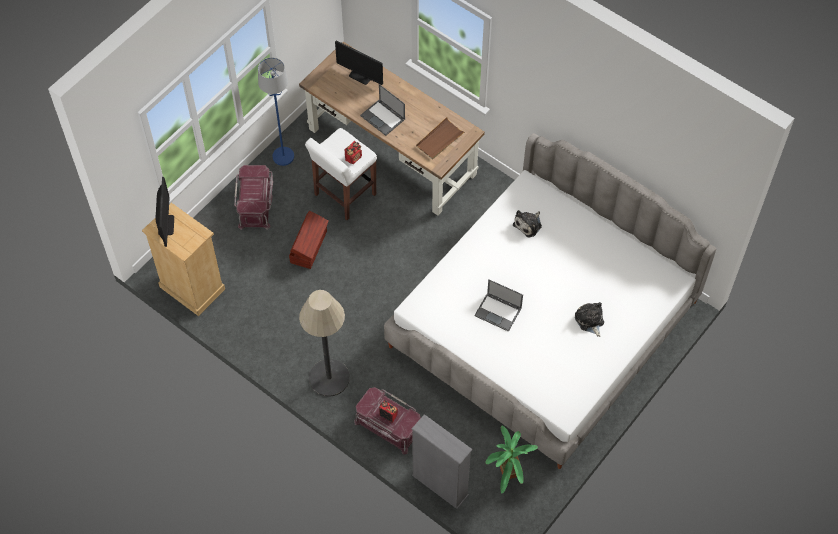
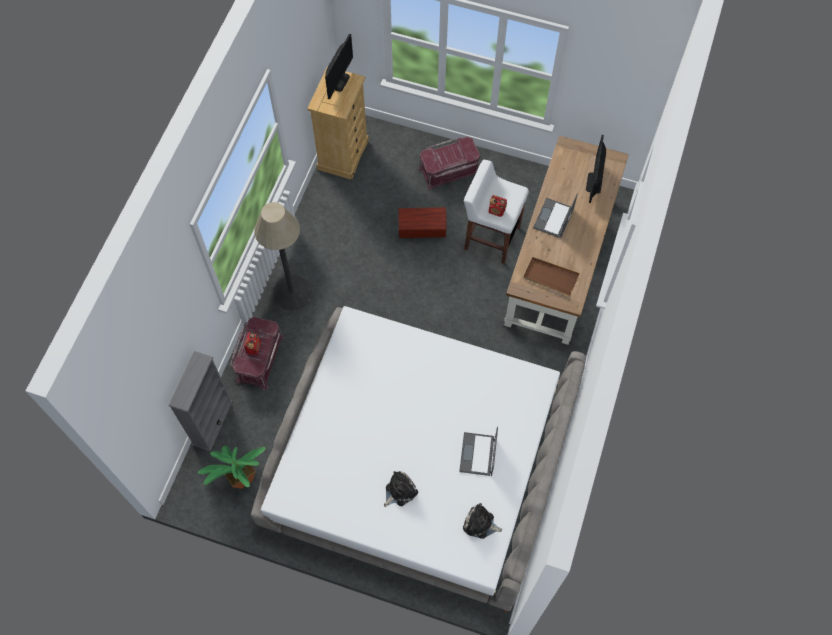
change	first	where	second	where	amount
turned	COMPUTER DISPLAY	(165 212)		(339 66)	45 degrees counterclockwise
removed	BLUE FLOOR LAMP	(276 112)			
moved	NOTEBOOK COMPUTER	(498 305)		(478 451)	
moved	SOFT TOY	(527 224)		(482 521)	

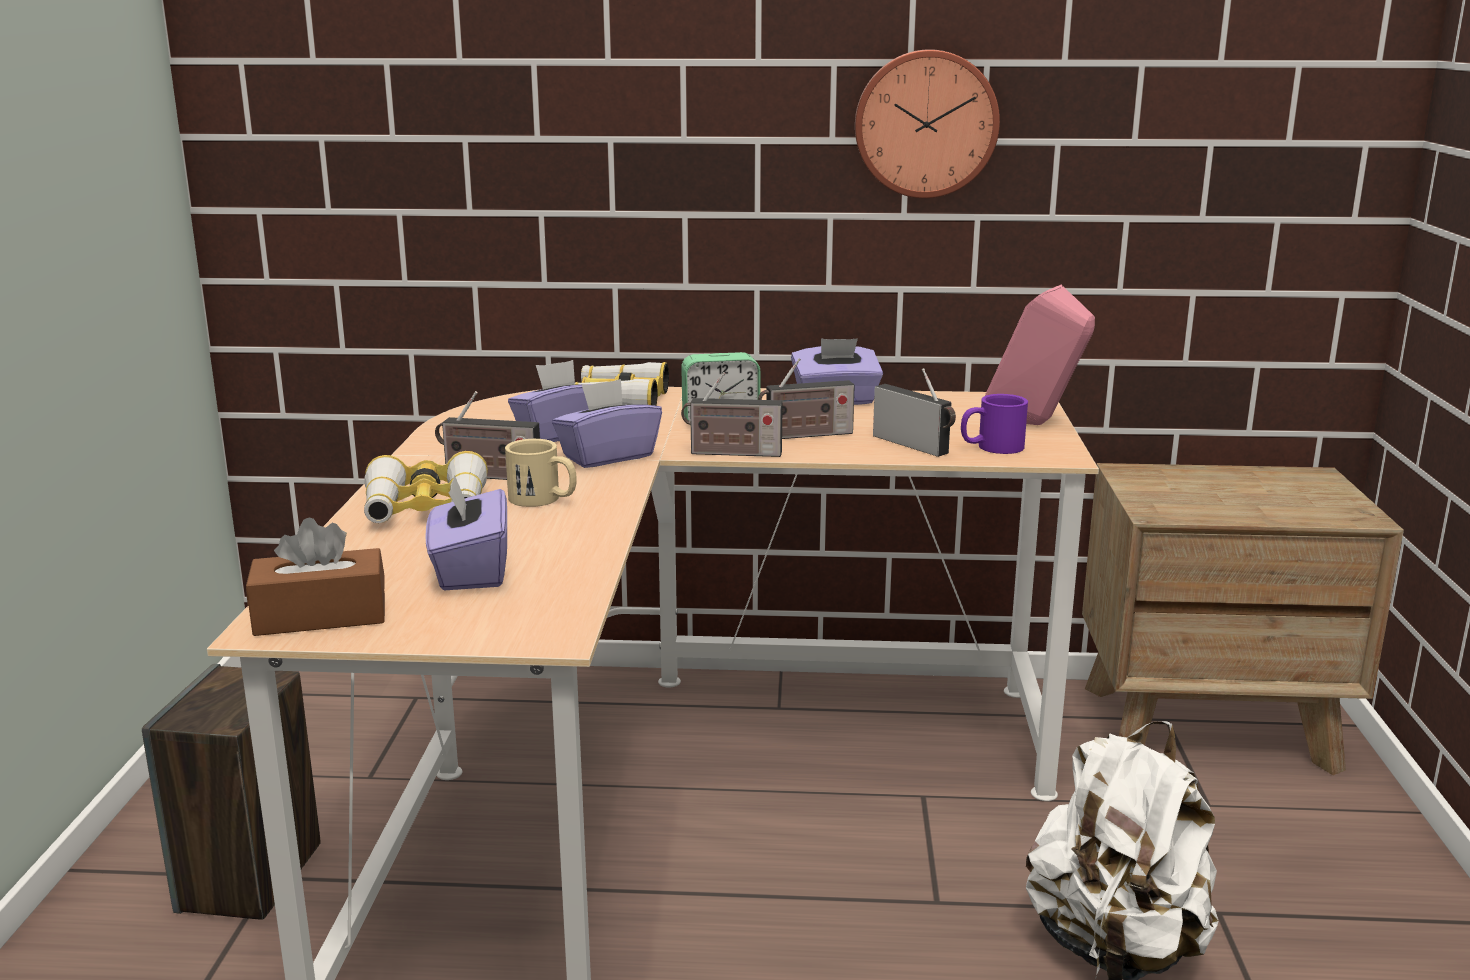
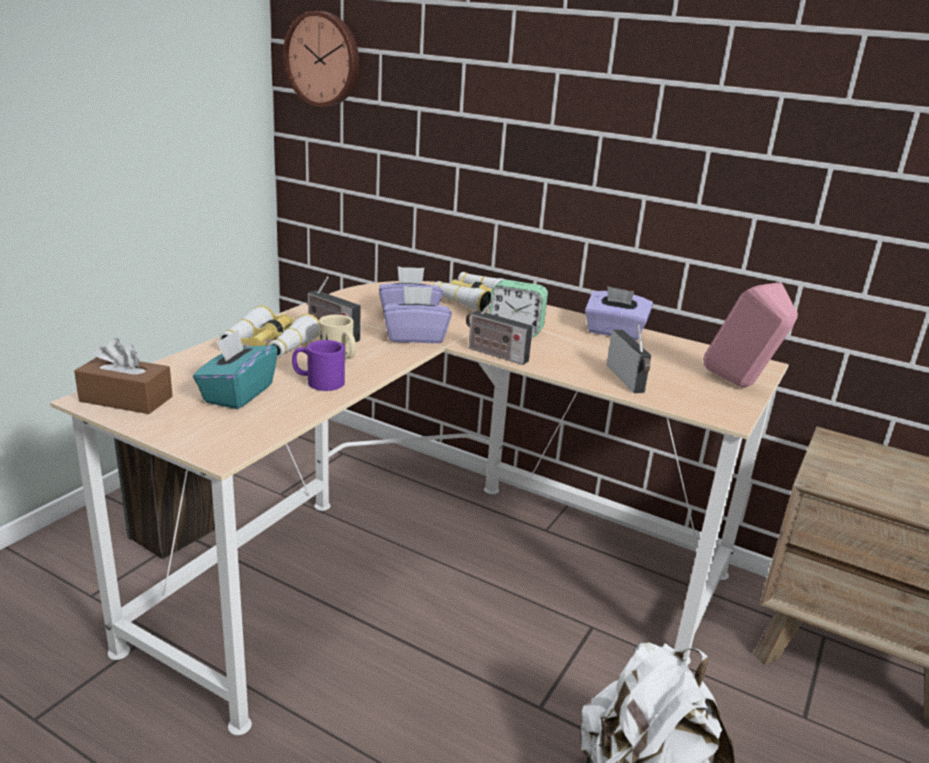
change	first	where	second	where	amount
recoloured	PURPLISH TISSUE HOLDER	(466 532)	TURQUOISE TISSUE HOLDER	(235 369)	
removed	RADIO SET	(806 398)			
moved	CLOCK ON THE WALL	(927 123)		(321 59)	
moved	PURPLISH COFFEE MUG	(994 424)		(318 365)	

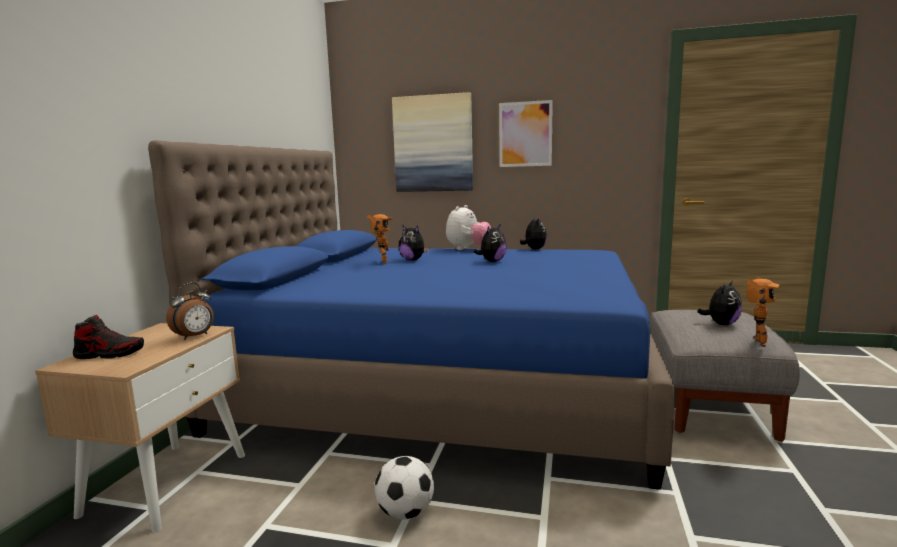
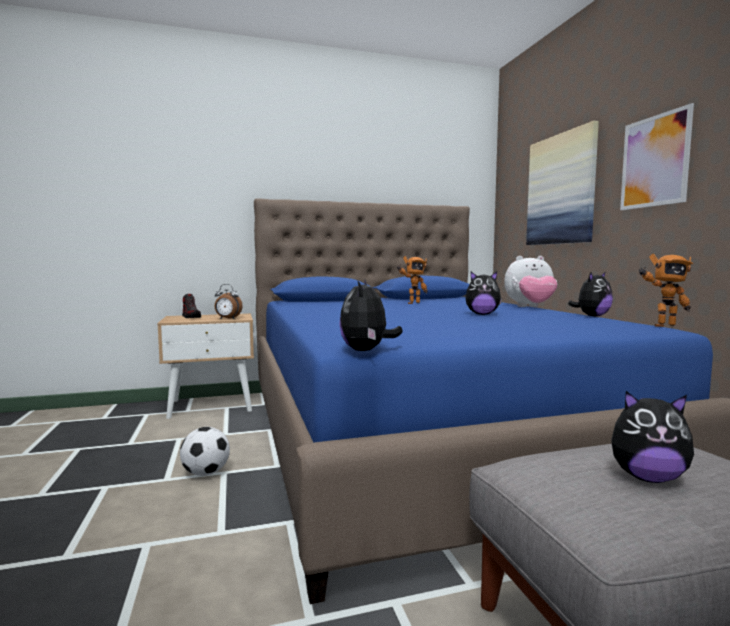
change	first	where	second	where	amount
moved	SOFT TOY	(414 242)		(371 314)	
moved	TOY ROBOT	(763 311)		(666 290)	

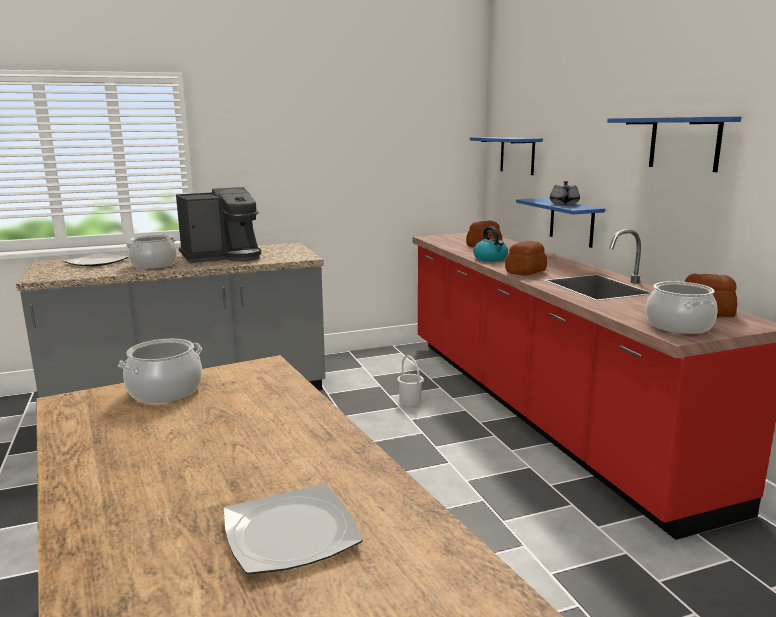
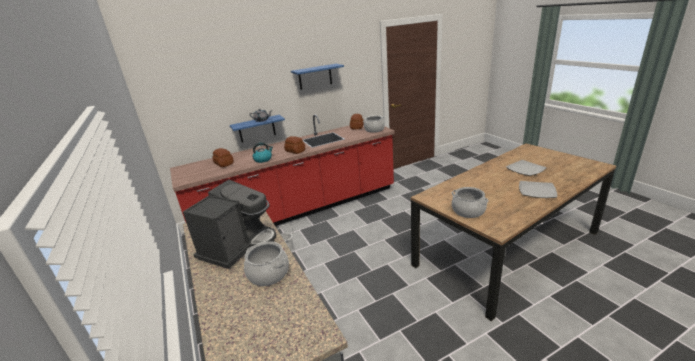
change	first	where	second	where	amount
moved	PLATE	(95 259)		(538 189)	
turned	COFFEE MACHINE	(218 225)		(229 224)	60 degrees clockwise
removed	BLUE WALL SHELF	(506 156)			

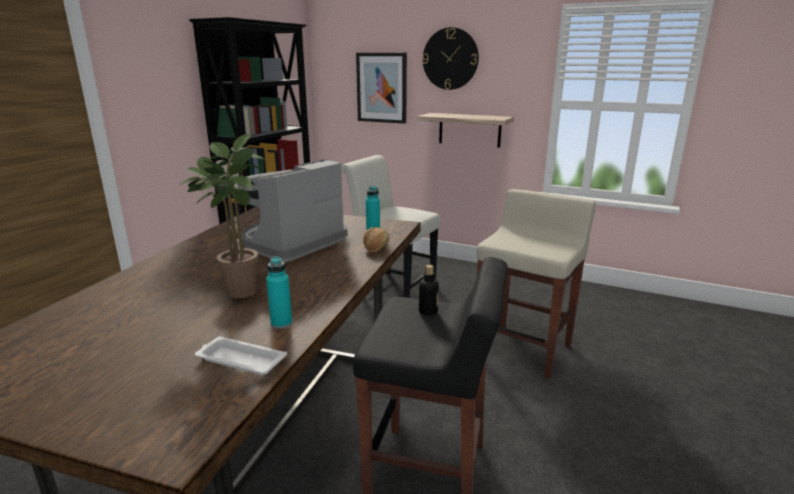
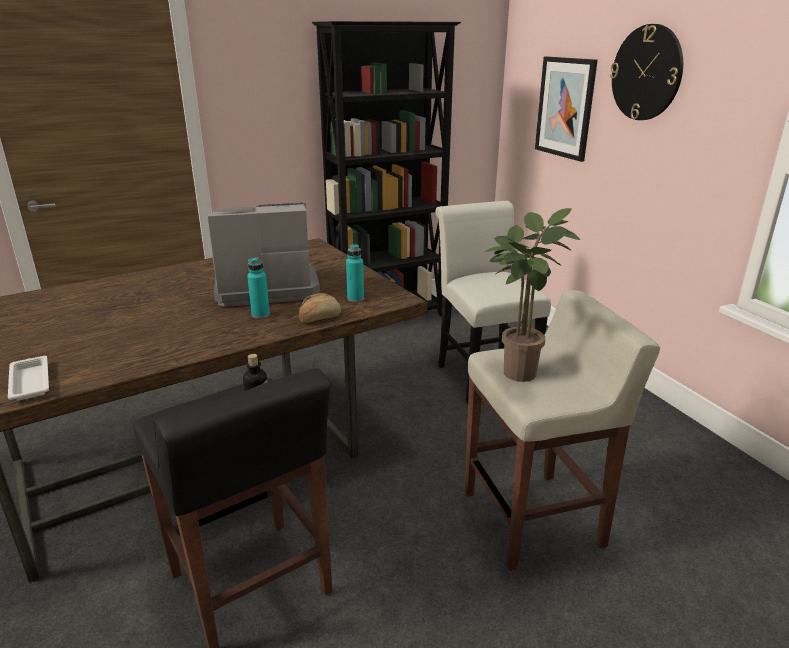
change	first	where	second	where	amount
moved	POTTED PLANT	(221 216)		(531 295)	
moved	TURQUOISE DRINK BOTTLE	(279 292)		(258 287)	
removed	WALL SHELF	(465 130)			

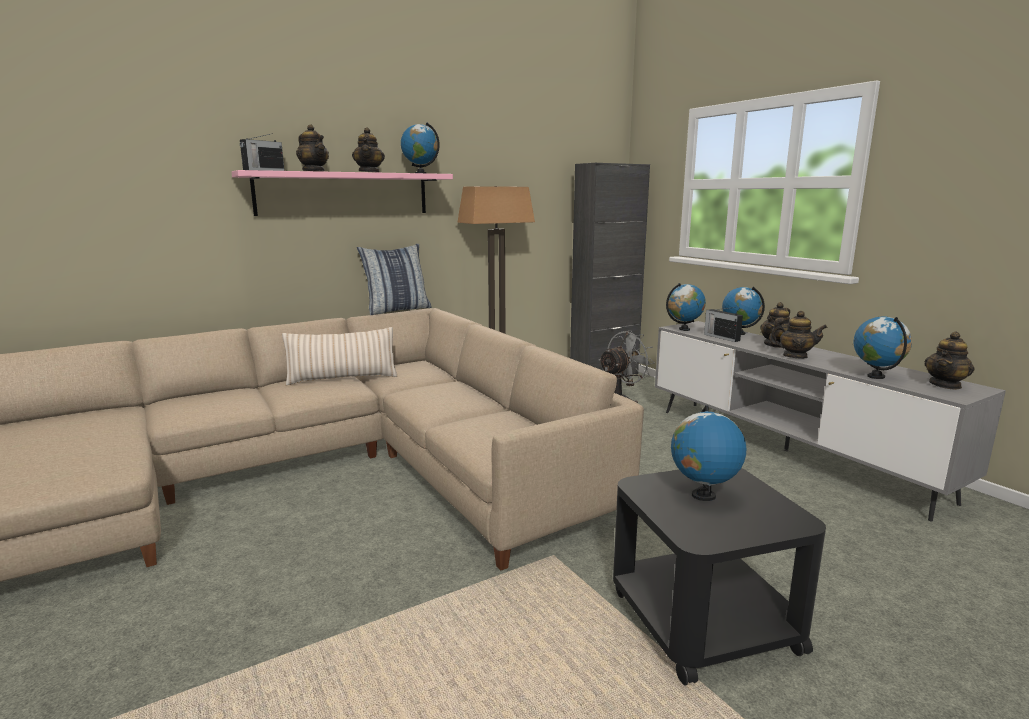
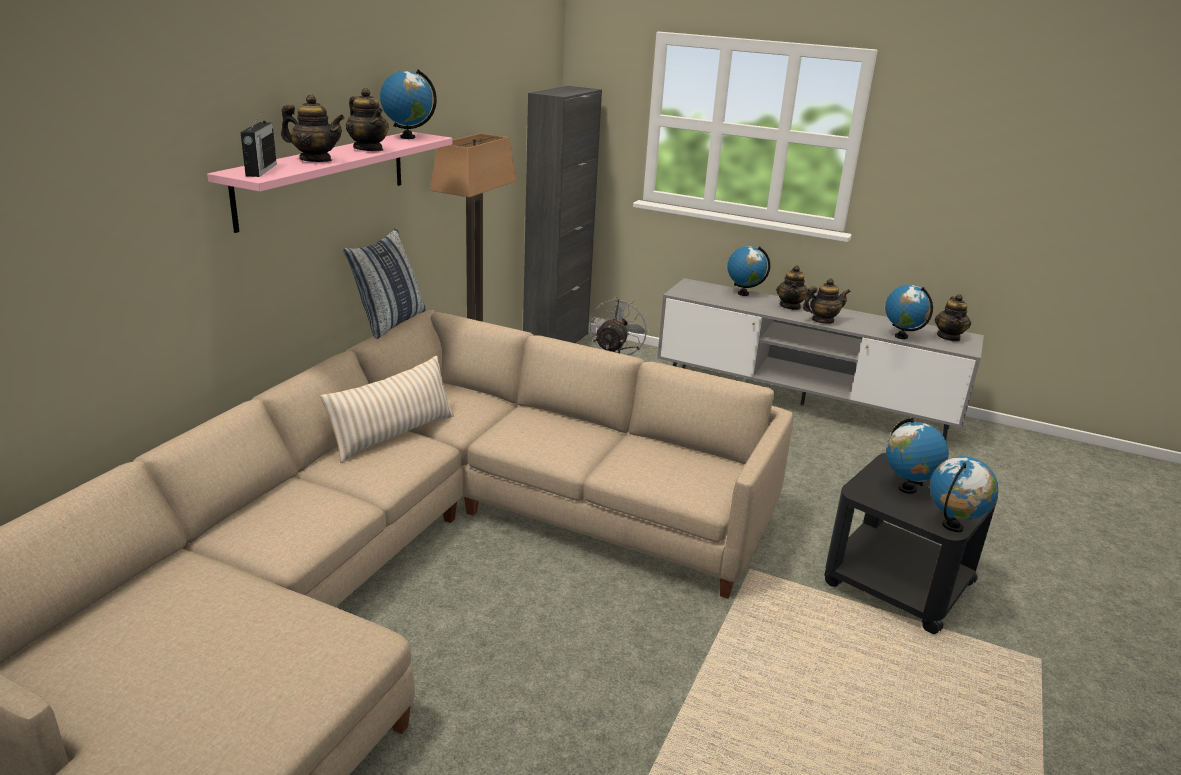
change	first	where	second	where	amount
moved	DESK GLOBE	(686 307)		(964 494)	
removed	RADIO SET	(723 324)			

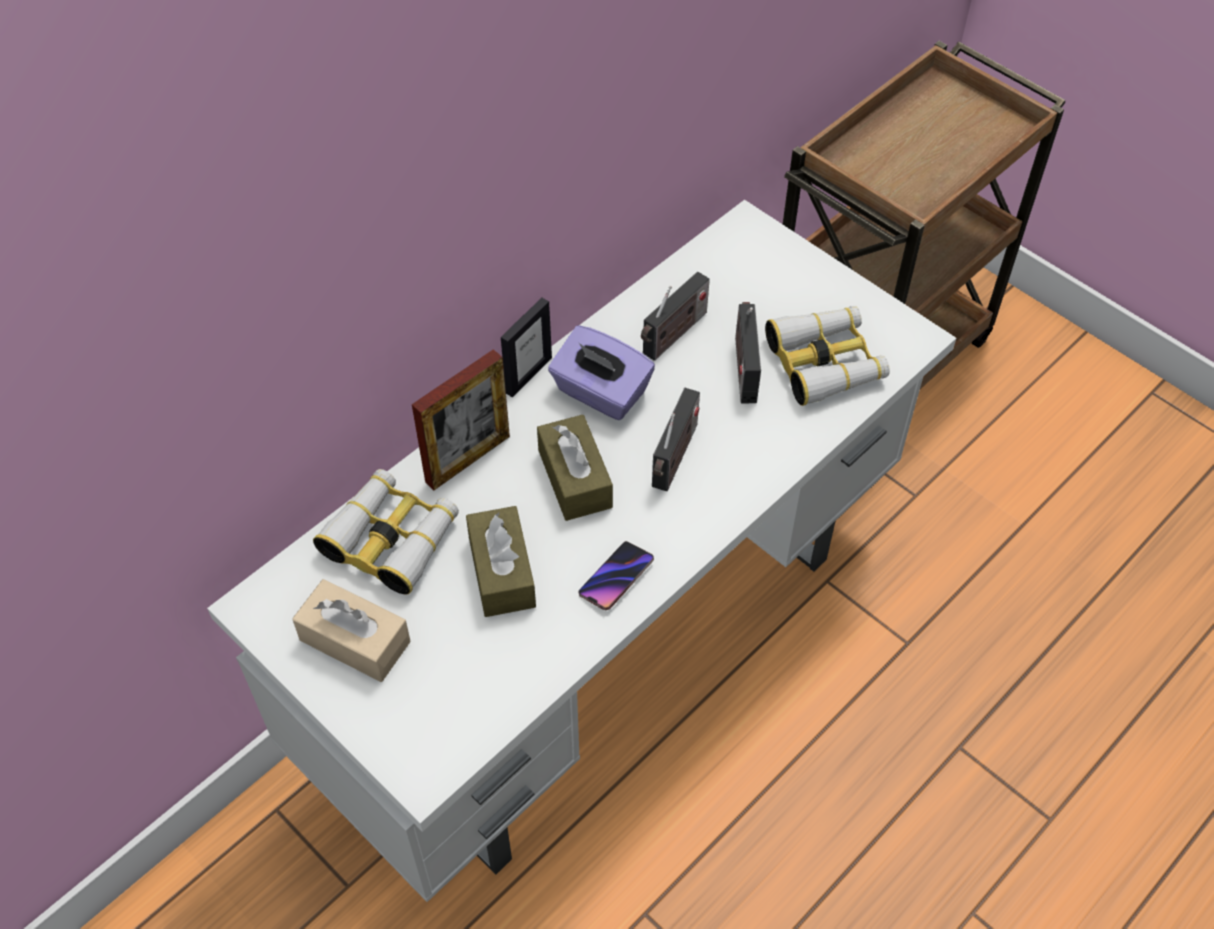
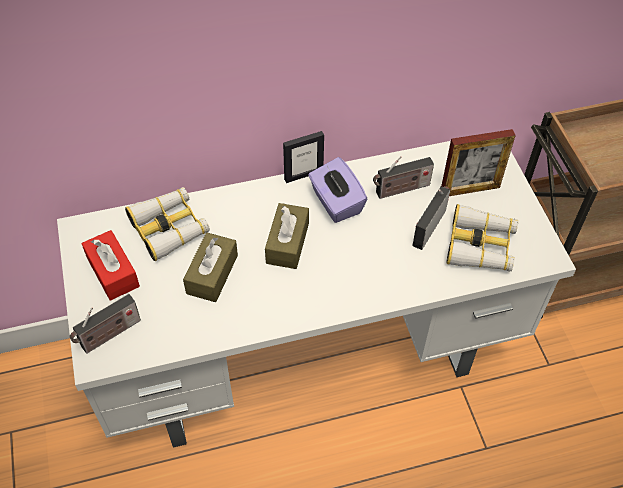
change	first	where	second	where	amount
recoloured	BEIGE TISSUE HOLDER	(351 630)	REDDISH TISSUE HOLDER	(110 265)	
moved	STANDING FRAME	(461 419)		(478 162)	
removed	PHONE	(616 575)			
moved	RADIO SET	(676 439)		(105 324)	

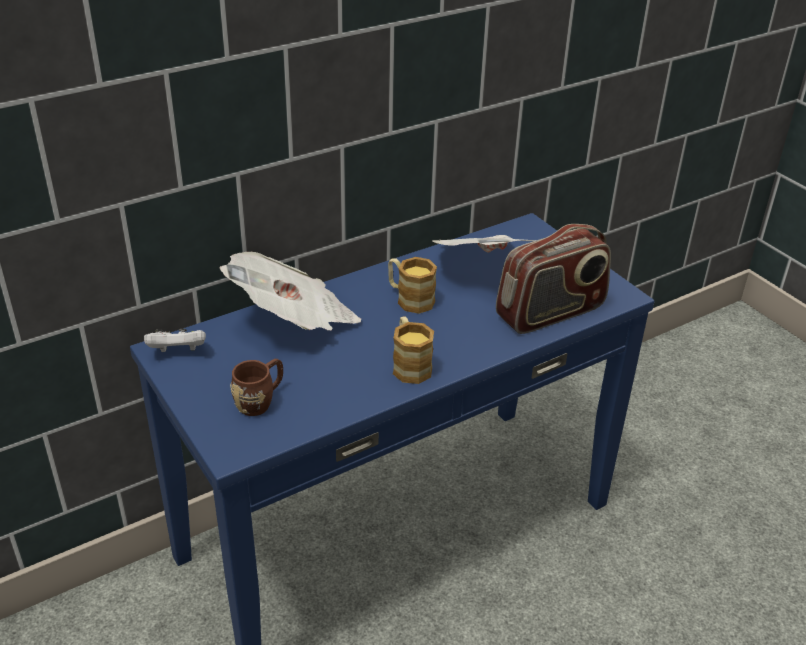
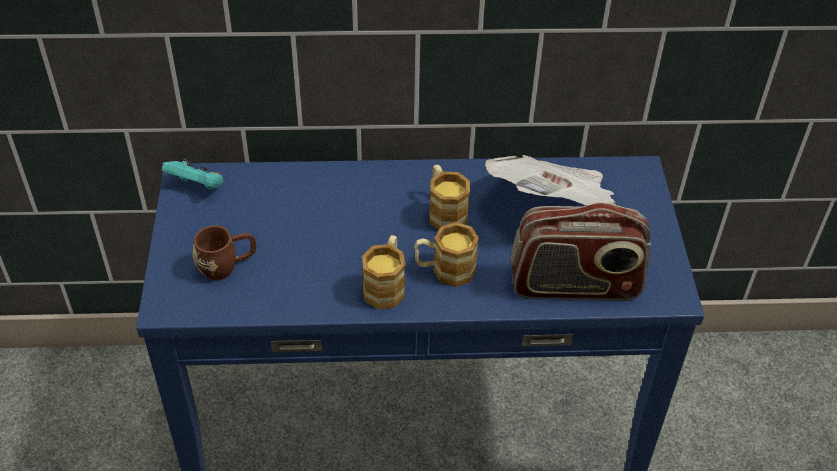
change	first	where	second	where	amount
recoloured	WHITISH GAMEPAD	(175 340)	TURQUOISE GAMEPAD	(192 174)	
removed	PRINTED PAPER	(290 291)			
added			COFFEE MUG	(446 254)	

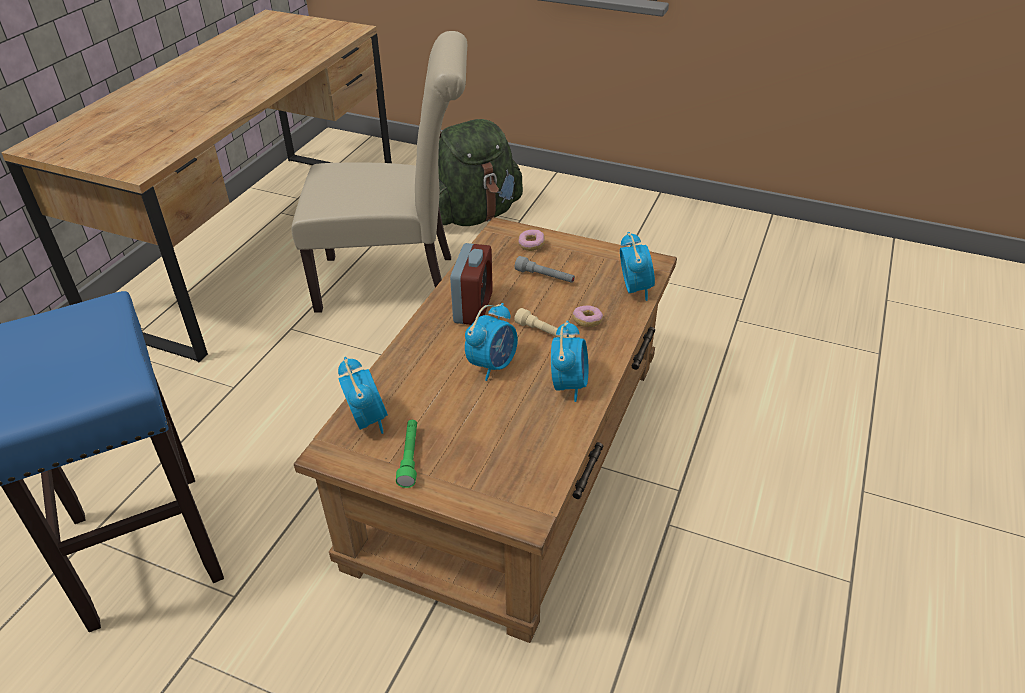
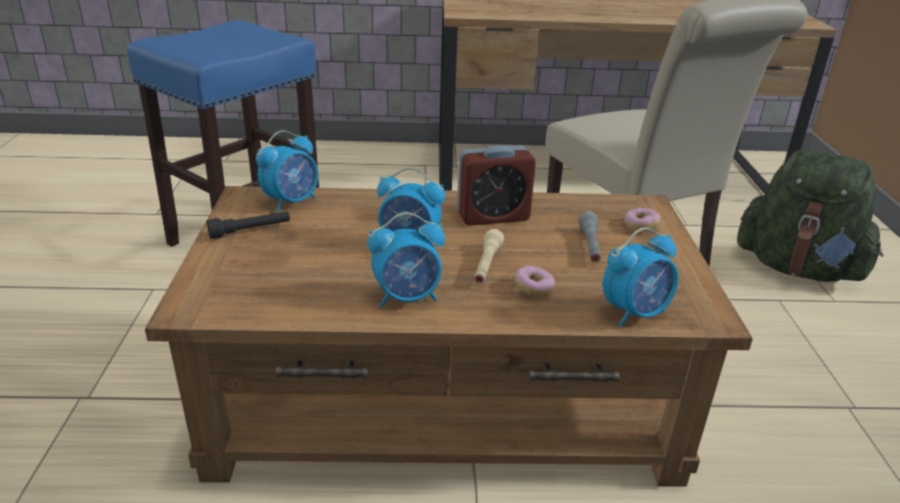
change	first	where	second	where	amount
recoloured	GREENISH TORCH	(406 454)	BLACK TORCH	(248 225)	

